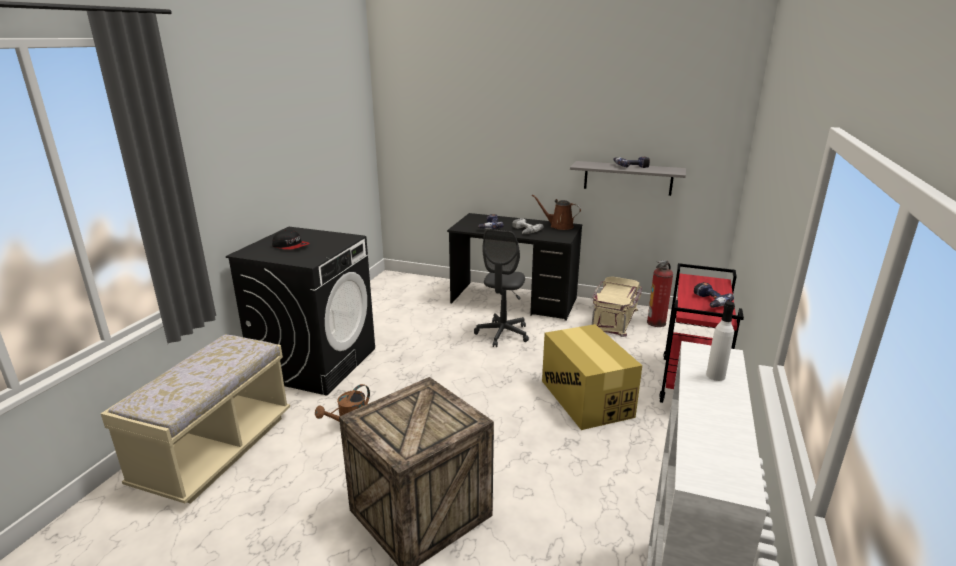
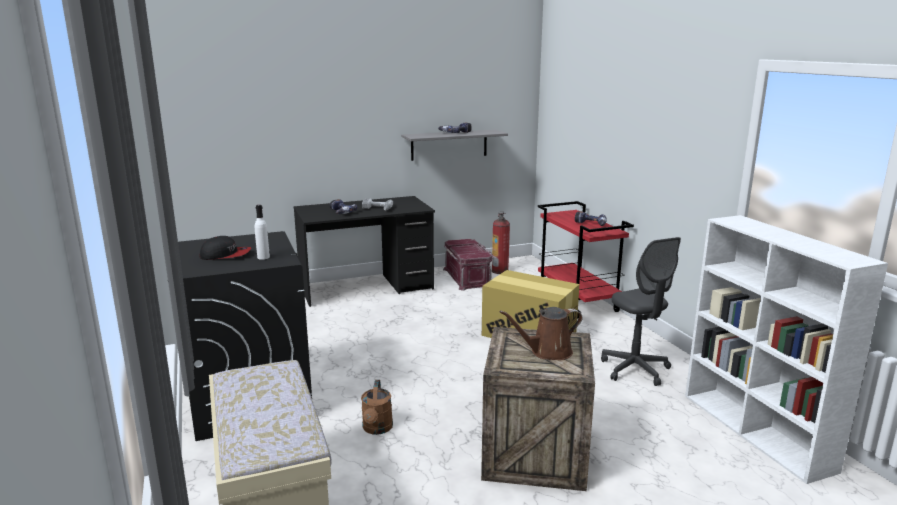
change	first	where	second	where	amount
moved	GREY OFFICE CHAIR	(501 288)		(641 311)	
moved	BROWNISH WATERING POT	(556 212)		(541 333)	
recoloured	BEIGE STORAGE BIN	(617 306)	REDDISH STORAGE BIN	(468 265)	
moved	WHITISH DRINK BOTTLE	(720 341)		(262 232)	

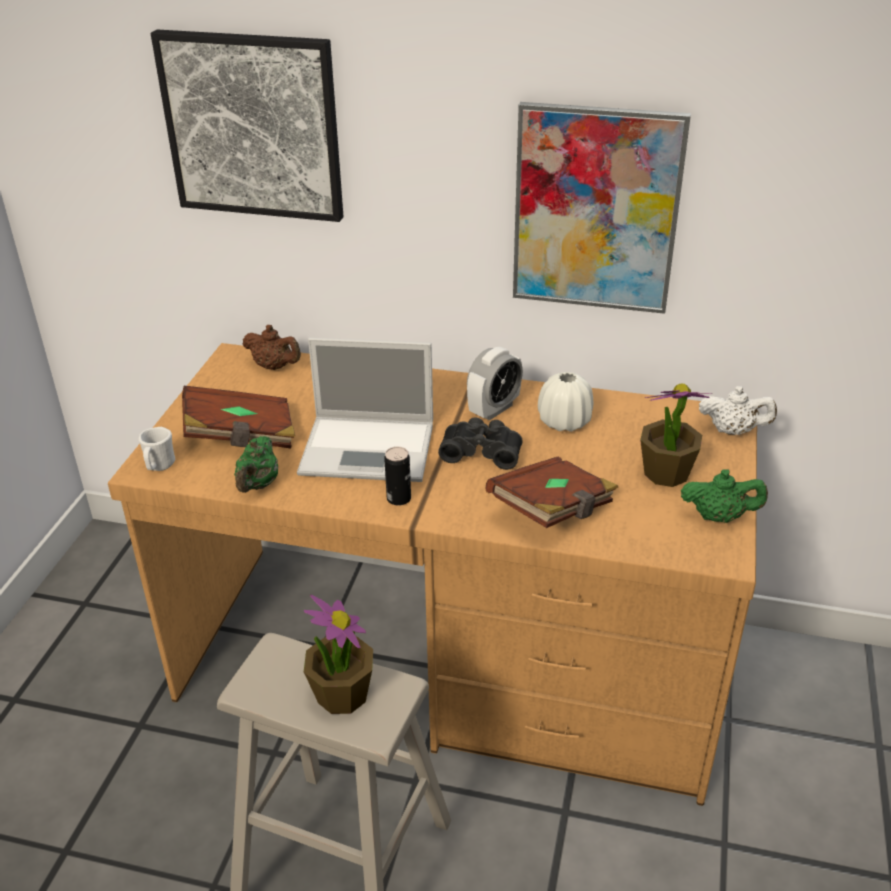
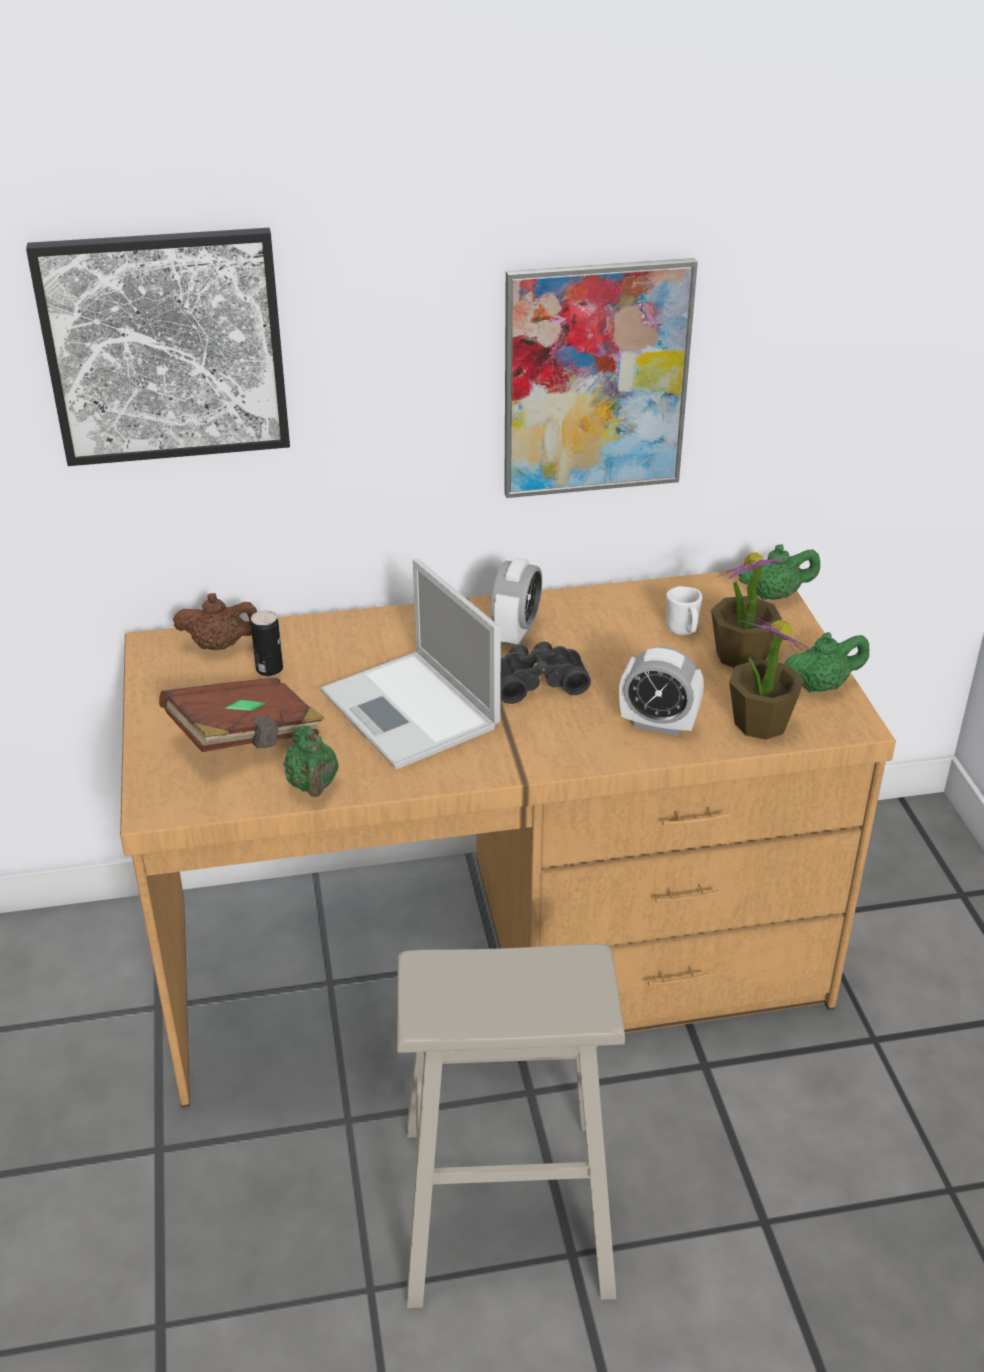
change	first	where	second	where	amount
moved	WHITISH COFFEE MUG	(157 449)		(684 610)	
turned	NOTEBOOK COMPUTER	(365 410)		(410 663)	75 degrees clockwise
moved	POTTED PLANT	(338 654)		(769 676)	
moved	SEALED CAN	(397 476)		(267 643)	
replaced	BROWNISH BOOK	(551 492)	BEDSIDE CLOCK	(661 691)	
removed	WHITISH FLOWER VASE	(566 402)			
recoloured	WHITISH POT FOR TEA	(738 410)	GREENISH POT FOR TEA	(779 572)	

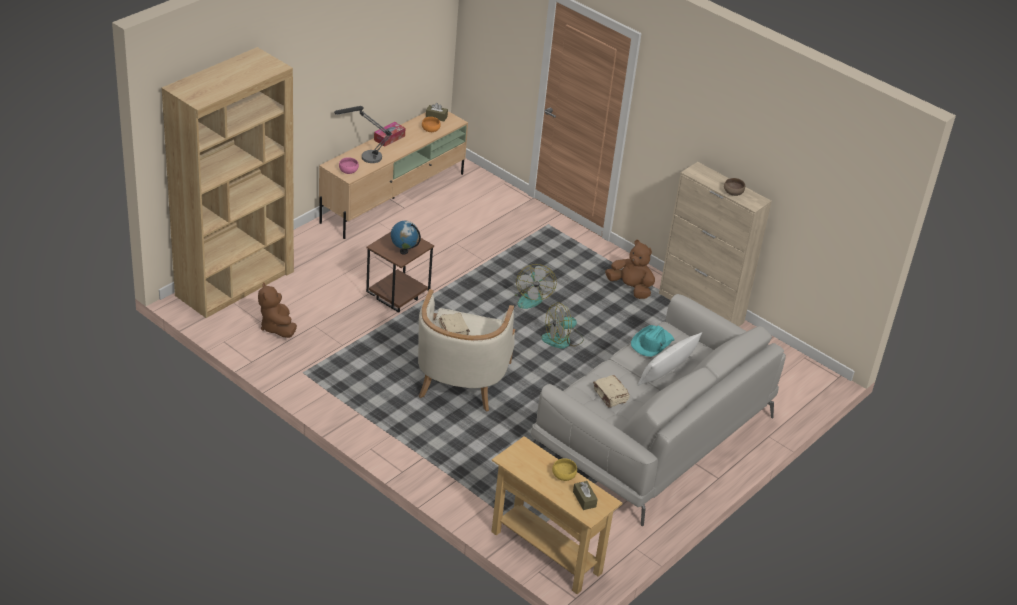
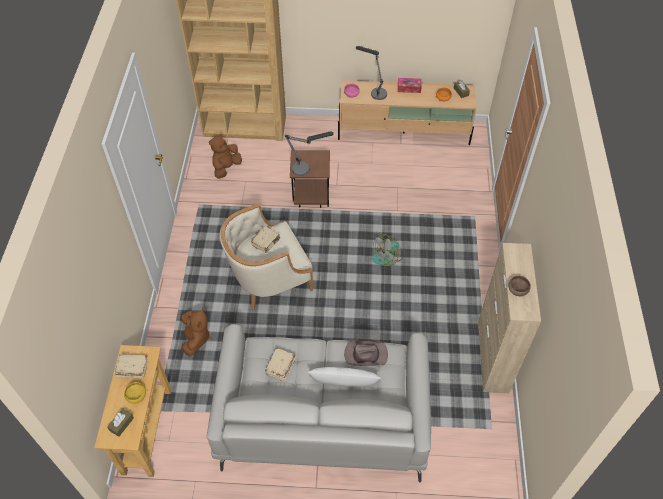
change	first	where	second	where	amount
replaced	DESK GLOBE	(406 237)	LAMP FOR A TABLE	(309 153)	
removed	COOLING FAN	(562 325)			
moved	BROWNISH SOFT TOY	(630 269)		(195 331)	
recoloured	TURQUOISE WEARABLE HAT	(652 341)	BROWNISH WEARABLE HAT	(366 352)	
added			BEIGE BOOK	(131 366)	

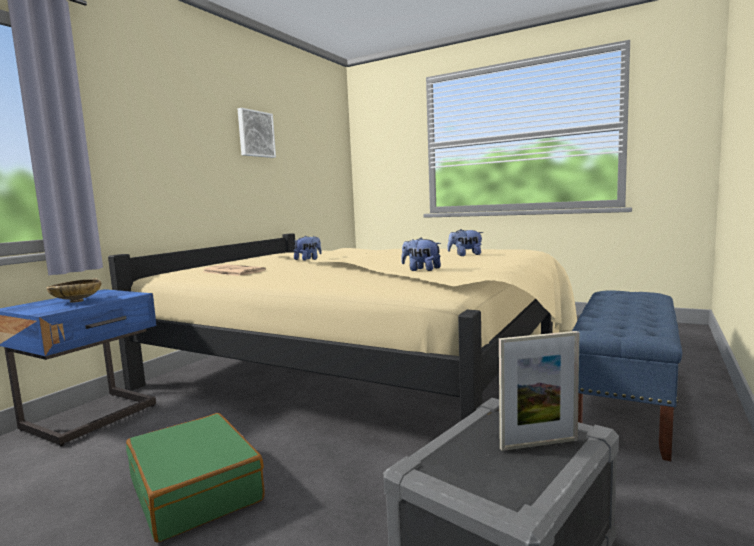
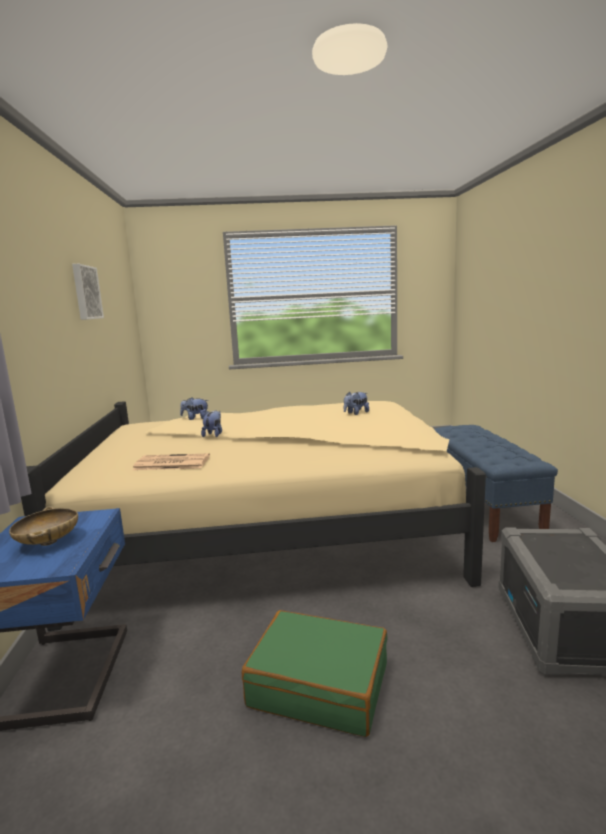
change	first	where	second	where	amount
moved	SOFT TOY	(421 254)		(194 408)	
removed	STANDING FRAME	(539 391)			

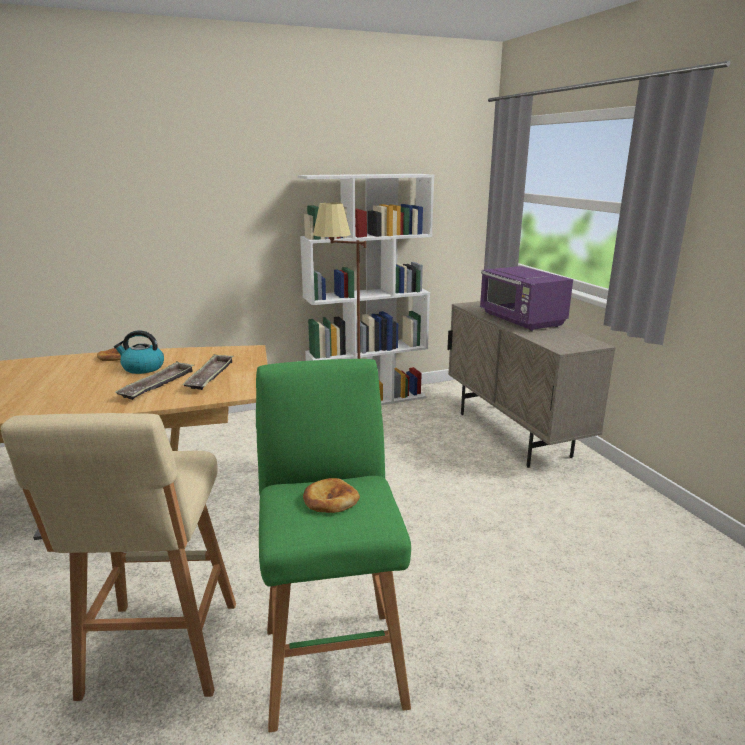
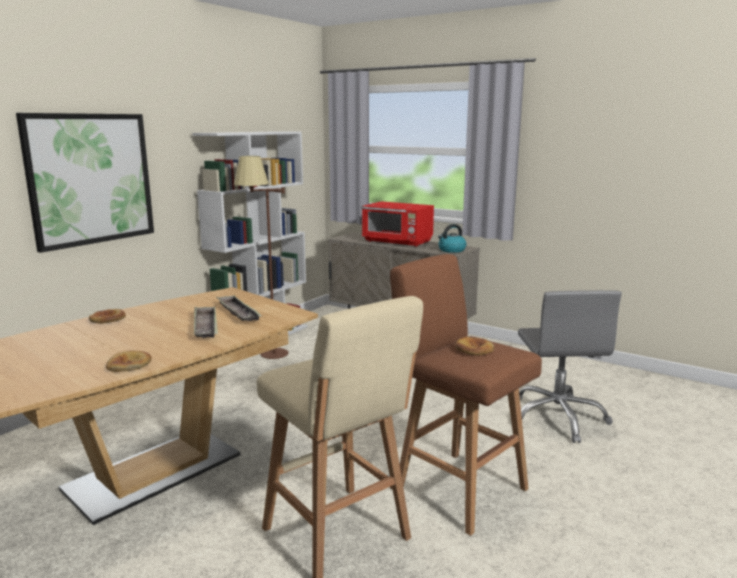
change	first	where	second	where	amount
moved	WATER KETTLE	(139 352)		(452 238)	
recoloured	GREENISH STOOL	(333 545)	BROWNISH STOOL	(466 395)	
recoloured	PURPLISH MICROWAVE	(526 298)	REDDISH MICROWAVE	(398 224)	
added			WALL PICTURE	(85 183)	
added			BAKED BREAD	(128 361)	
added			GREY OFFICE CHAIR	(570 366)	

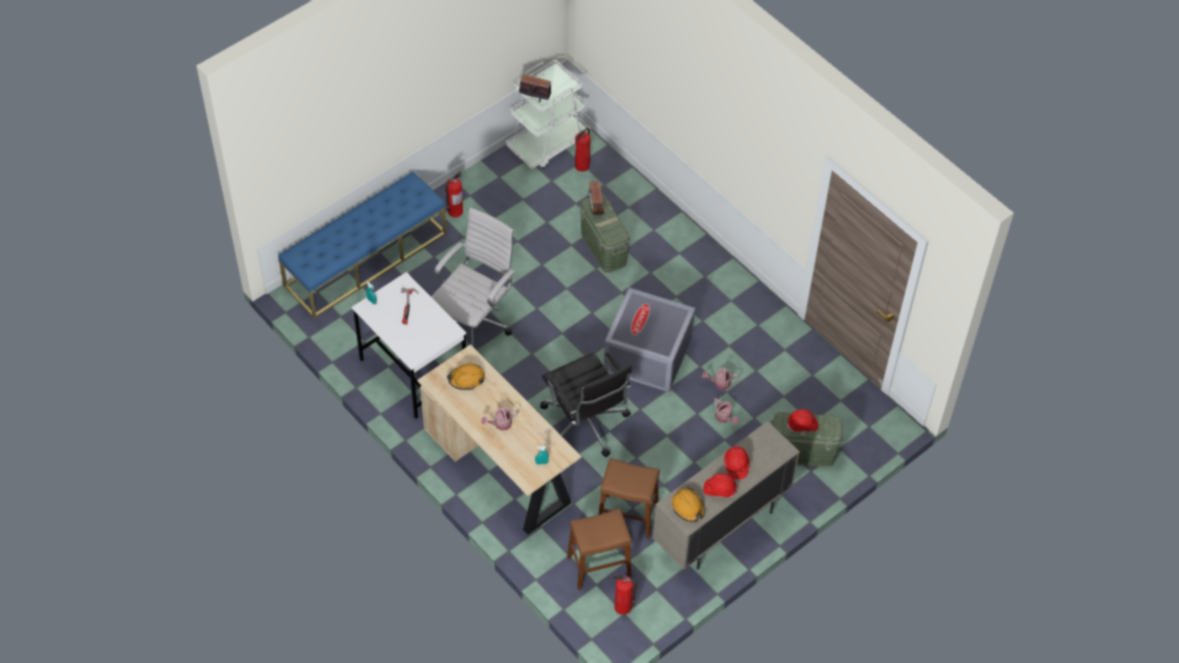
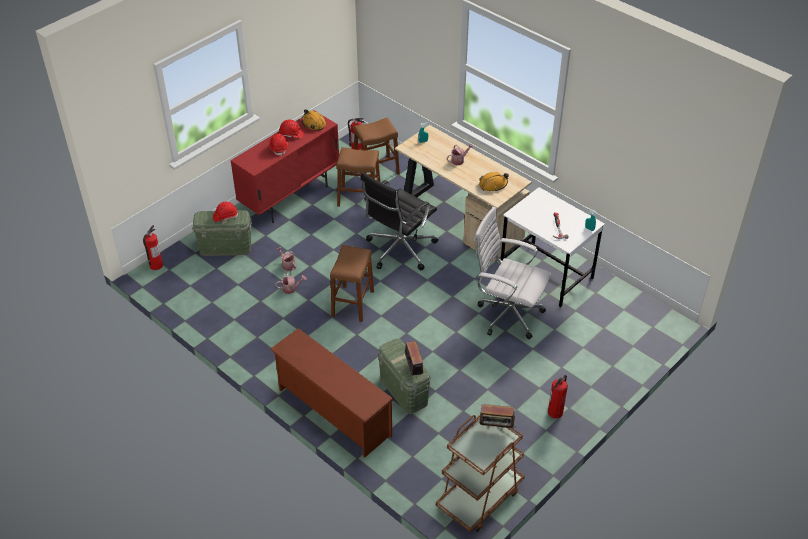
change	first	where	second	where	amount
removed	BLUE INDOOR BENCH	(362 245)			
turned	WHITISH OFFICE CHAIR	(473 277)		(512 273)	90 degrees clockwise
recoloured	WHITISH WHEELED CART	(548 114)	BROWNISH WHEELED CART	(480 473)	
turned	BLACK OFFICE CHAIR	(586 404)		(399 221)	105 degrees counterclockwise
moved	EXTINGUISHER	(583 150)		(153 247)	
replaced	GREY STORAGE BIN	(649 340)	BROWNISH STOOL	(352 283)	
recoloured	BEIGE CABINET	(726 495)	REDDISH CABINET	(284 166)	
added			BROWNISH SHOE RACK	(332 393)	

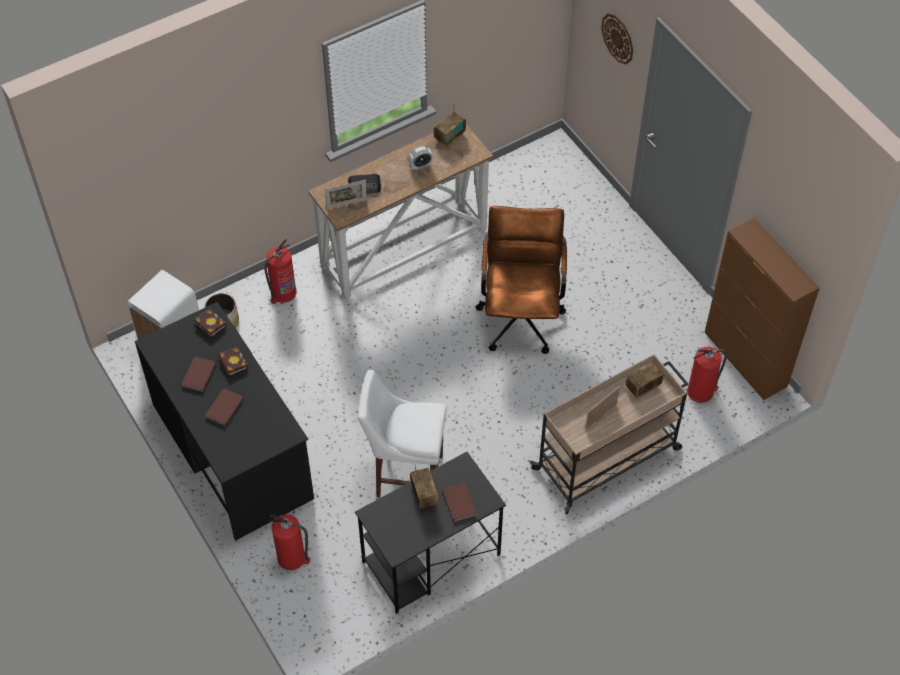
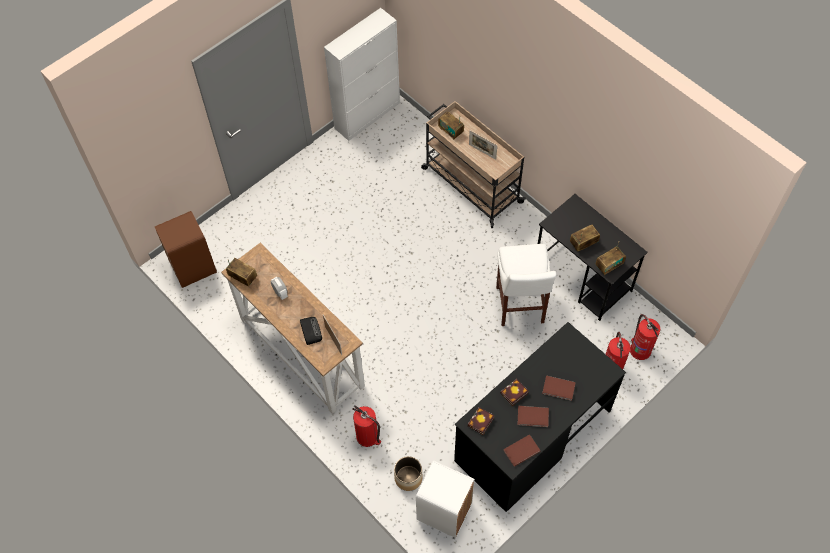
change	first	where	second	where	amount
moved	BROWNISH BOOK	(459 502)		(522 450)	
removed	BROWNISH OFFICE CHAIR	(521 280)			
removed	CLOCK ON THE WALL	(617 39)			
moved	EXTINGUISHER	(707 375)		(645 337)	
recoloured	BROWNISH CABINET	(762 309)	WHITISH CABINET	(362 74)	
added			BROWNISH TRASH CAN	(186 249)	
added			RADIO SET	(611 258)	

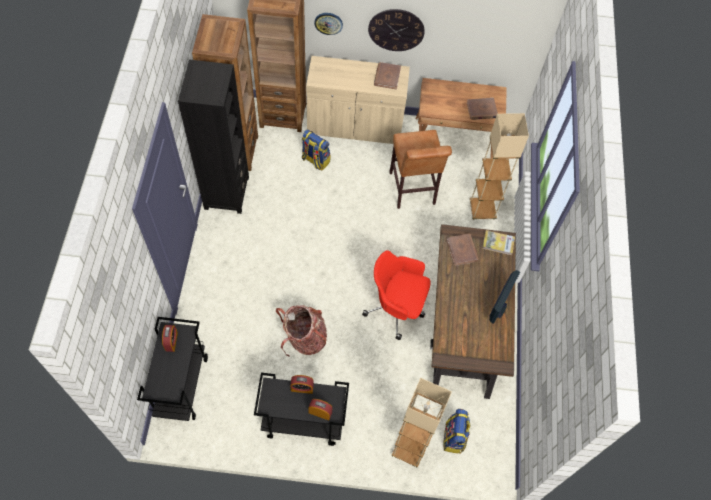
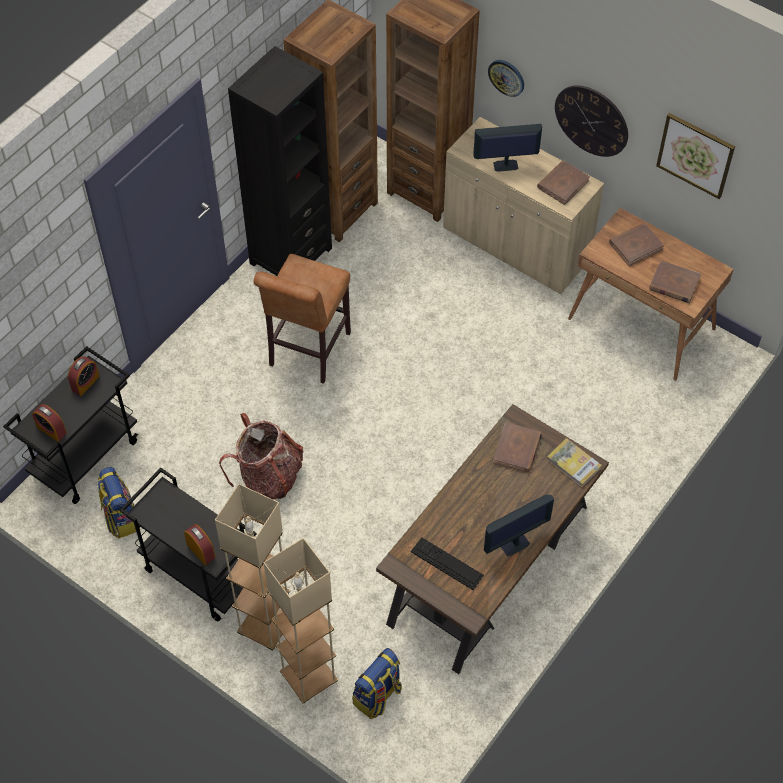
change	first	where	second	where	amount
moved	BEDSIDE CLOCK	(302 384)		(49 423)	
moved	BACKPACK	(316 150)		(119 502)	
removed	REDDISH OFFICE CHAIR	(396 295)			
moved	BROWNISH STOOL	(420 169)		(302 319)	
moved	BEIGE FLOOR LAMP	(499 166)		(252 567)	
added			COMPUTER KEYBOARD	(447 564)	
added			COMPUTER DISPLAY	(507 148)	
added			BROWNISH BOOK	(636 244)	
added			WALL PICTURE	(695 156)	

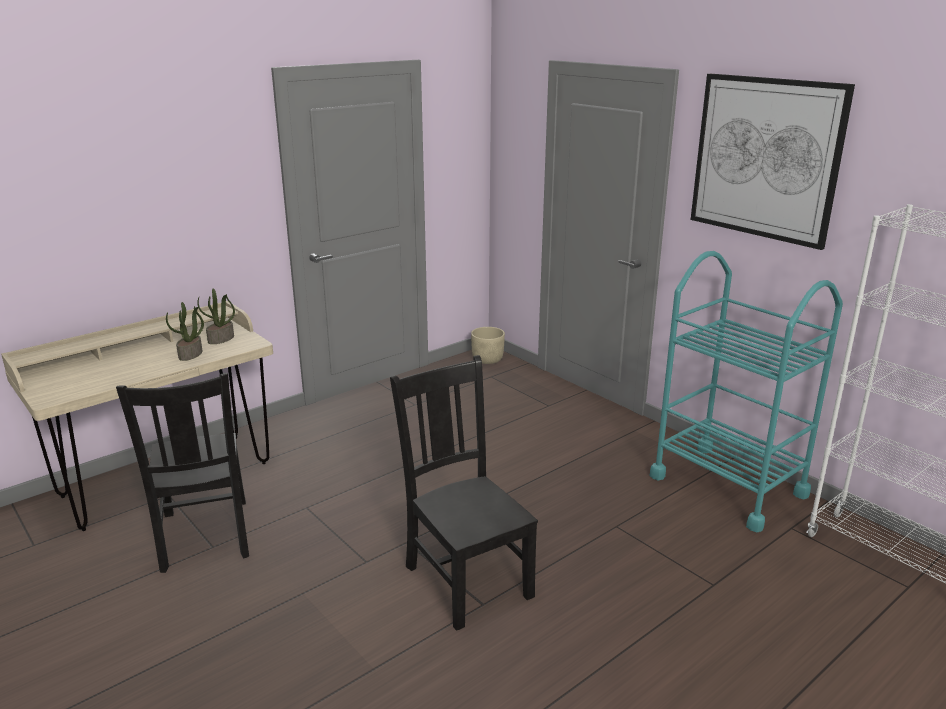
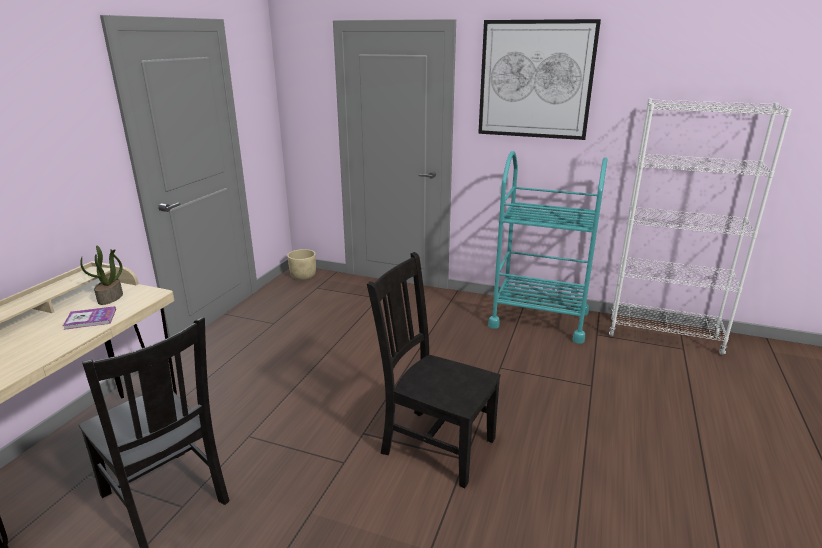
change	first	where	second	where	amount
replaced	POTTED PLANT	(185 331)	BOOK	(89 318)	

